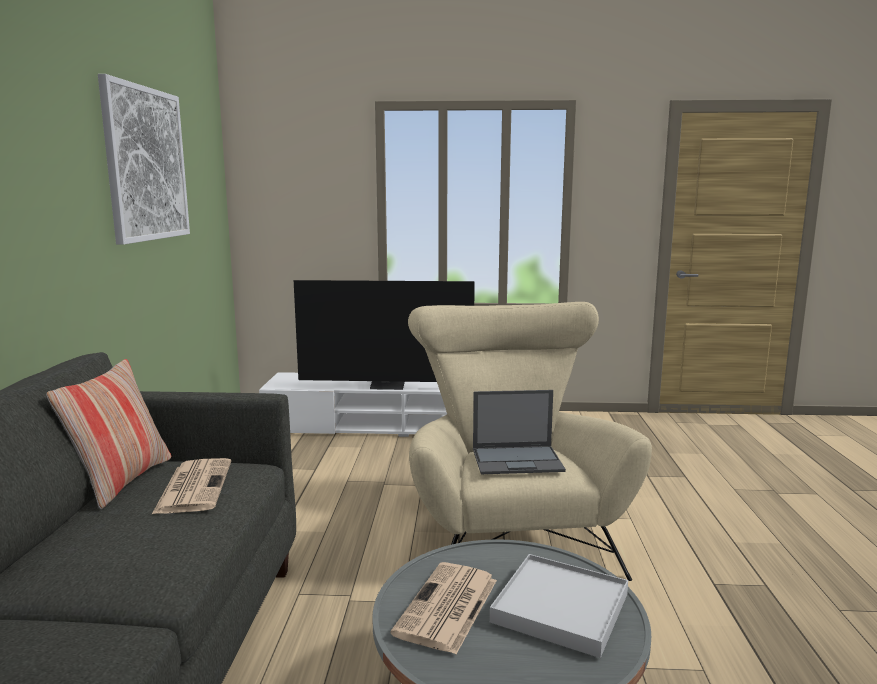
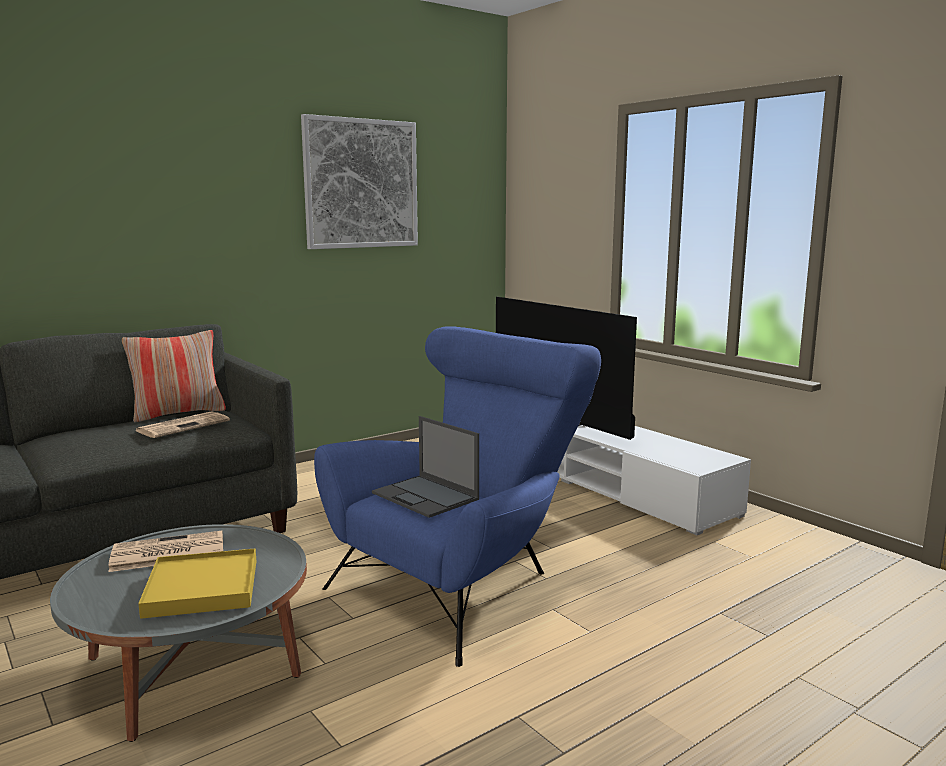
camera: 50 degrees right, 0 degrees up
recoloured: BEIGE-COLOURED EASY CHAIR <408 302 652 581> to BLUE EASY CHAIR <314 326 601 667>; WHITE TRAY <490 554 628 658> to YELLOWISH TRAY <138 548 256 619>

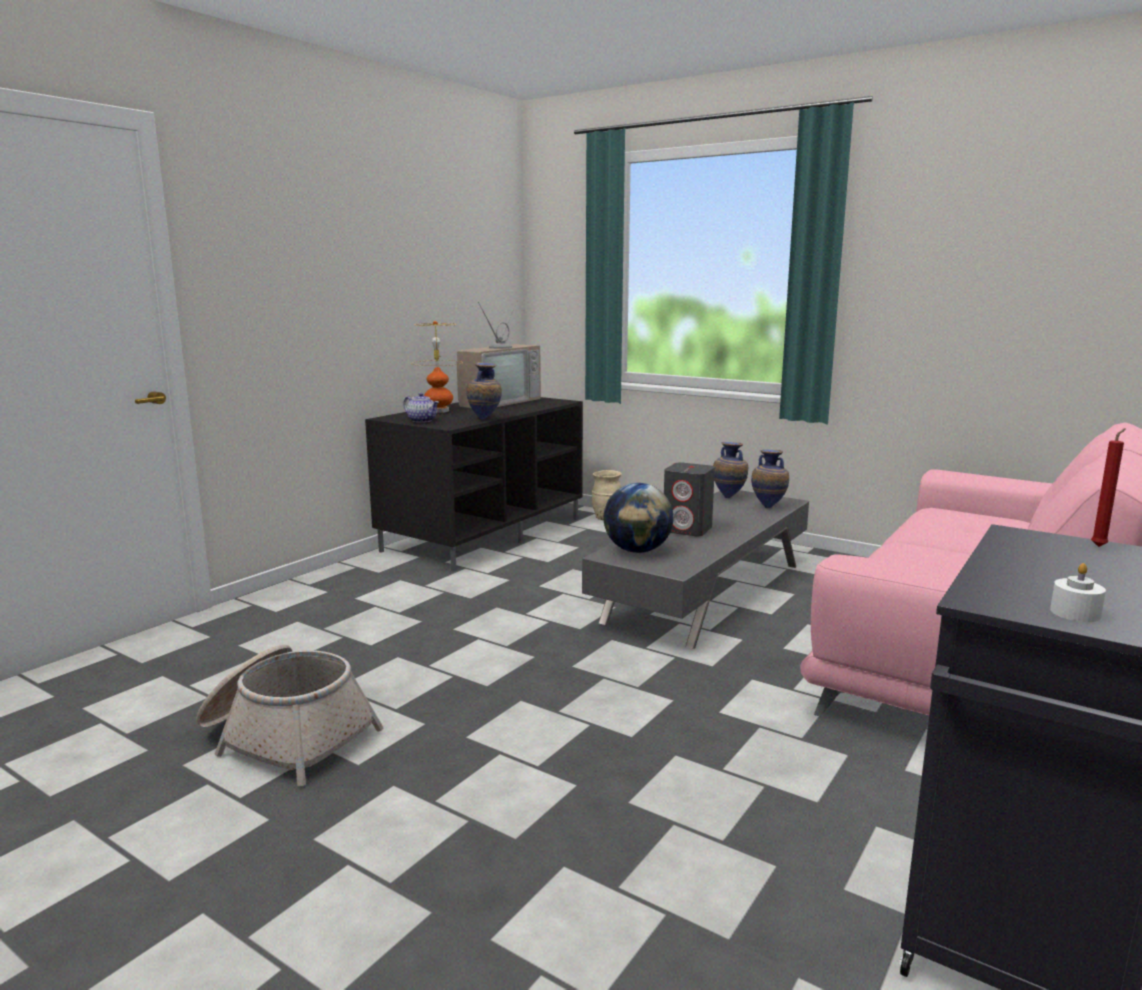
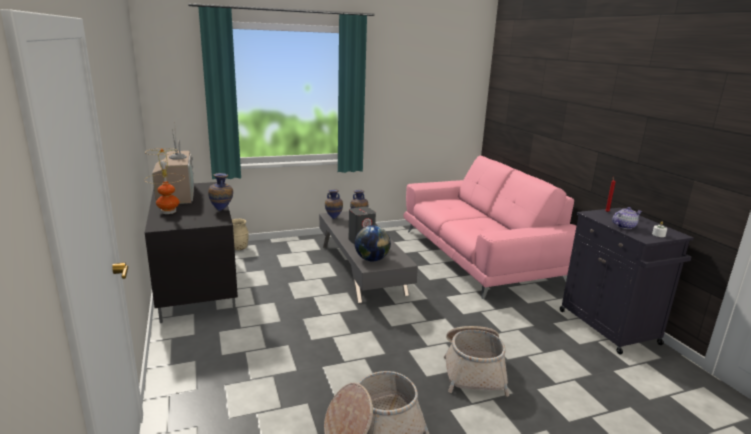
camera: 55 degrees left, 5 degrees up
added: STORAGE BASKET <444 326 509 397>
moved: TEA POT <403 393 439 423> to <612 207 642 229>

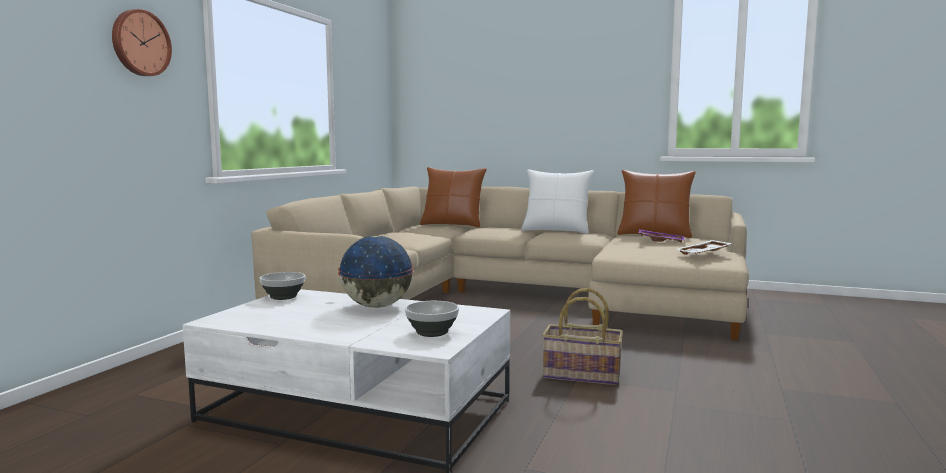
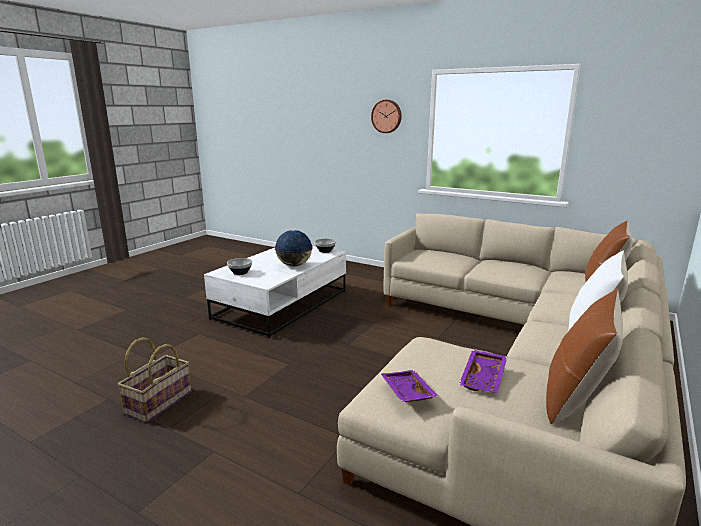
camera: 100 degrees right, 10 degrees up
moved: STORAGE BASKET <542 288 623 385> to <118 337 192 423>
recoloured: WHITE TRAY <677 240 733 255> to PURPLE-COLOURED TRAY <381 370 439 402>

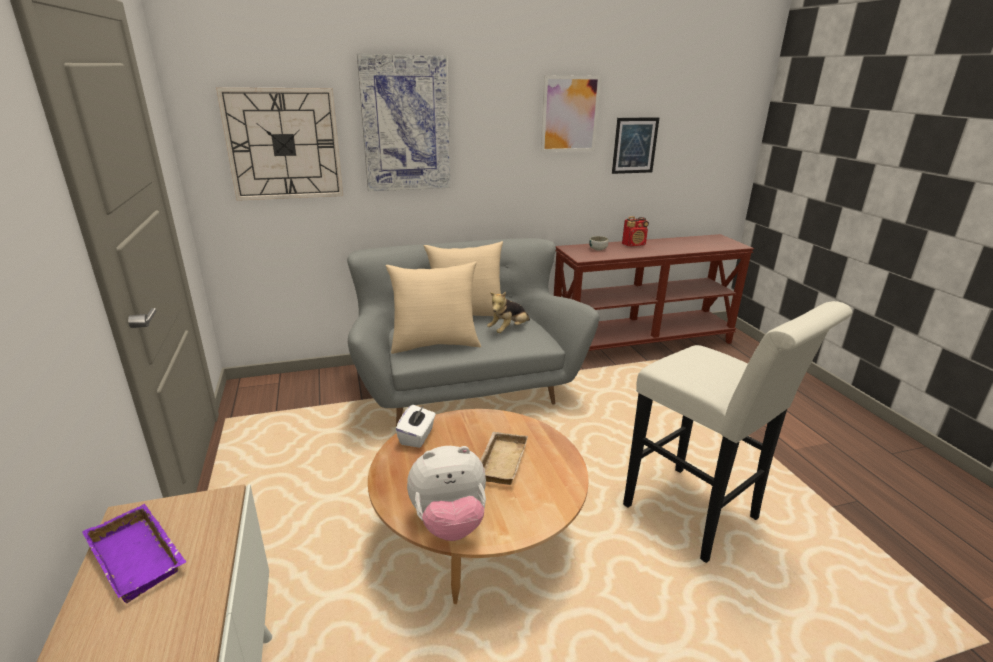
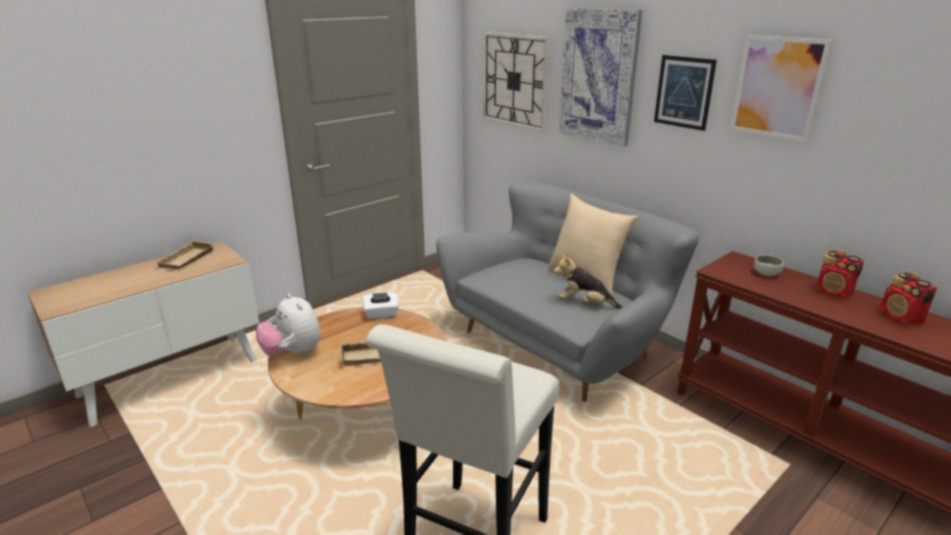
camera: 65 degrees right, 0 degrees up
removed: BEIGE-COLOURED PILLOW <385 261 481 354>
added: RADIO <880 272 937 325>
moved: WALL PICTURE <612 117 659 174> to <654 55 717 131>
recoloured: PURPLE-COLOURED TRAY <82 504 187 603> to BEIGE-COLOURED TRAY <155 240 215 269>

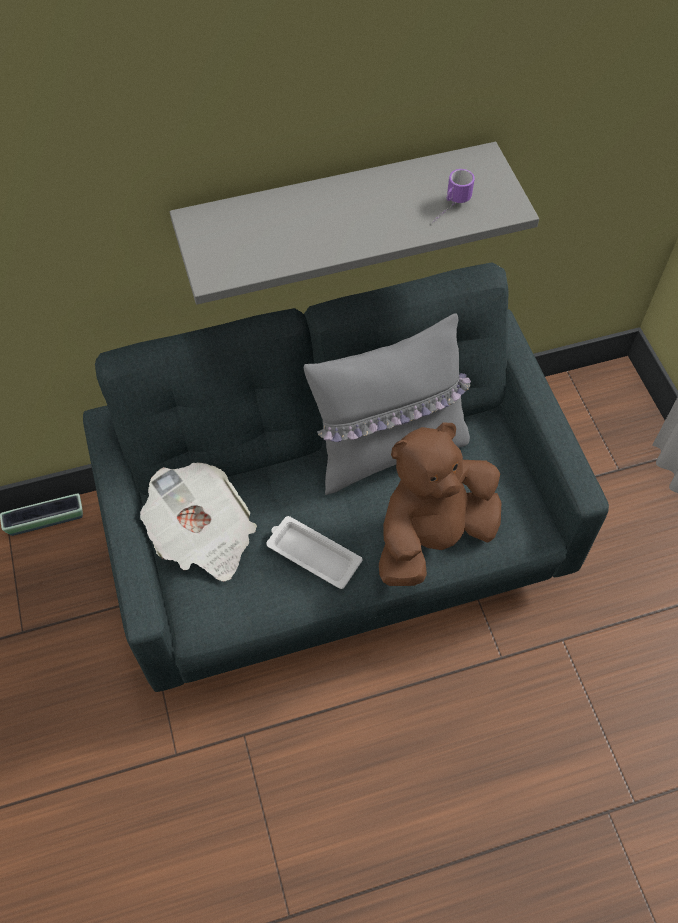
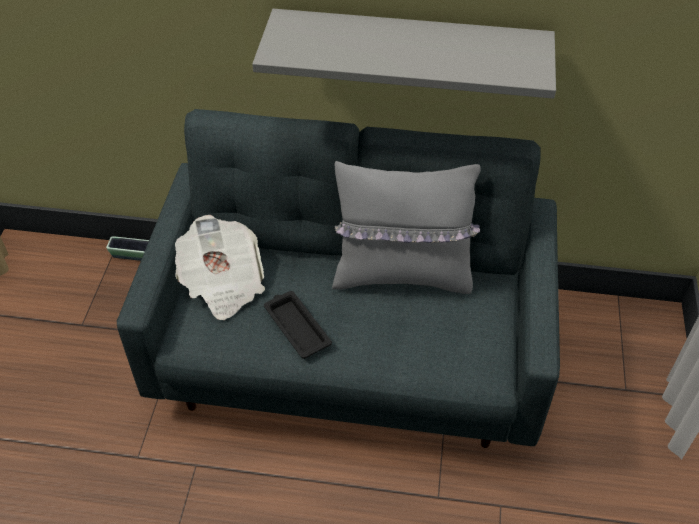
camera: 25 degrees right, 10 degrees down
removed: BROWN CUDDLY TOY <379 423 501 586>; TEA MUG <432 169 475 223>
recoloured: WHITE TRAY <266 516 362 589> to BLACKISH TRAY <264 291 332 359>

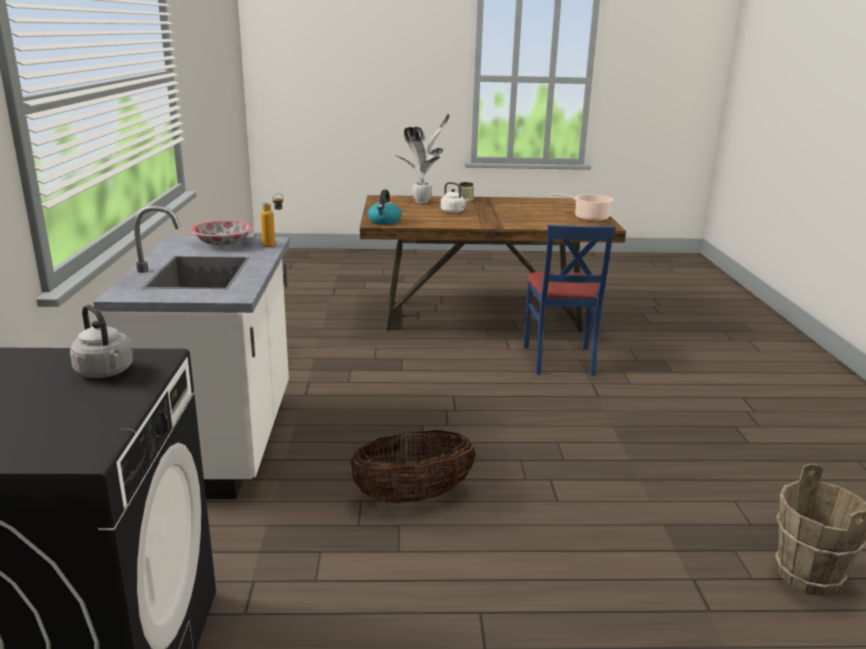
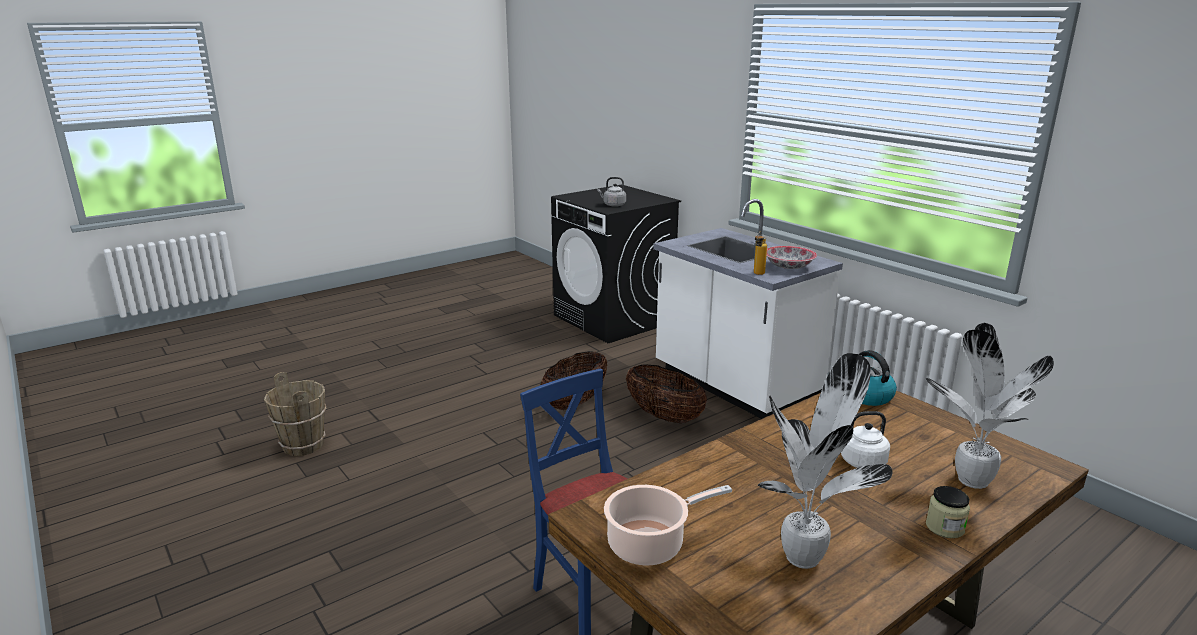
camera: 145 degrees right, 0 degrees up
added: STORAGE BASKET <626 364 707 423>; PLANT IN A POT <758 353 893 569>

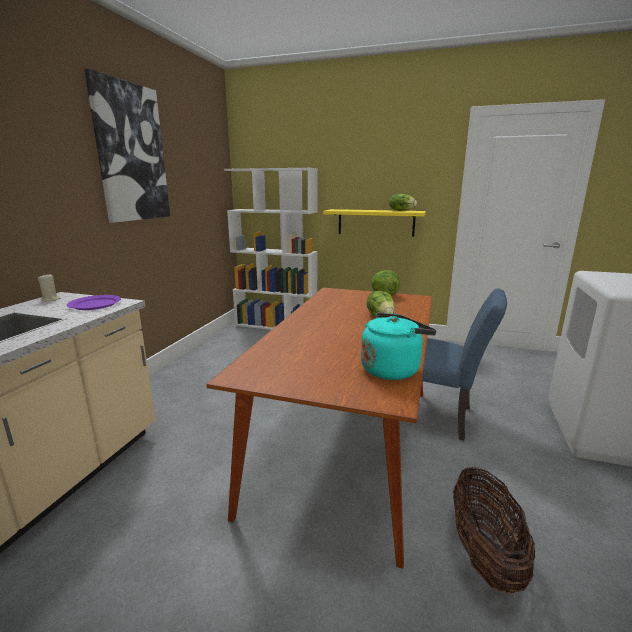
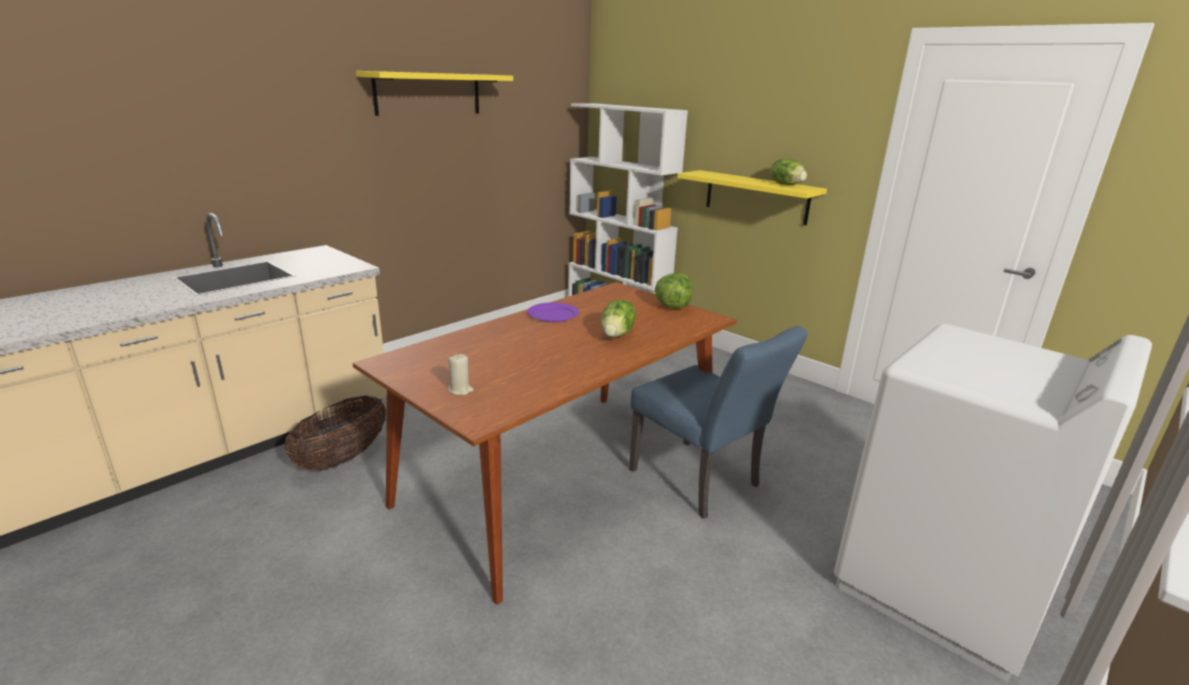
camera: 25 degrees right, 5 degrees up
removed: TURQUOISE TEA KETTLE <361 313 436 380>
moved: BEIGE-COLOURED CANDLE <37 275 61 301> to <448 354 474 395>; PURPLE-COLOURED DINNER PLATE <67 295 121 310> to <527 302 579 322>; STORAGE BASKET <453 467 535 594> to <285 395 386 471>
replaced: WALL PICTURE <84 69 170 223> to YELLOWISH SHELF <356 71 513 116>

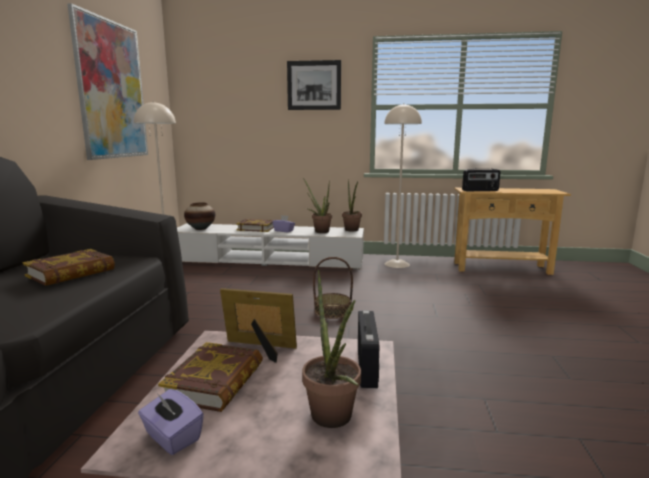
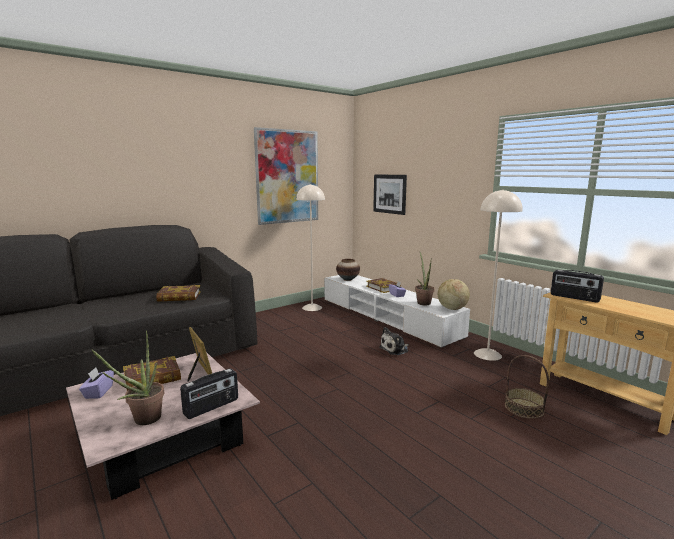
camera: 45 degrees right, 0 degrees up
added: CUDDLY TOY <379 327 409 355>
moved: WALL PICTURE <287 60 341 110> to <373 174 407 215>; STORAGE BASKET <313 257 353 319> to <505 355 549 419>
replaced: PLANT IN A POT <342 179 362 231> to DESK GLOBE <438 279 470 310>

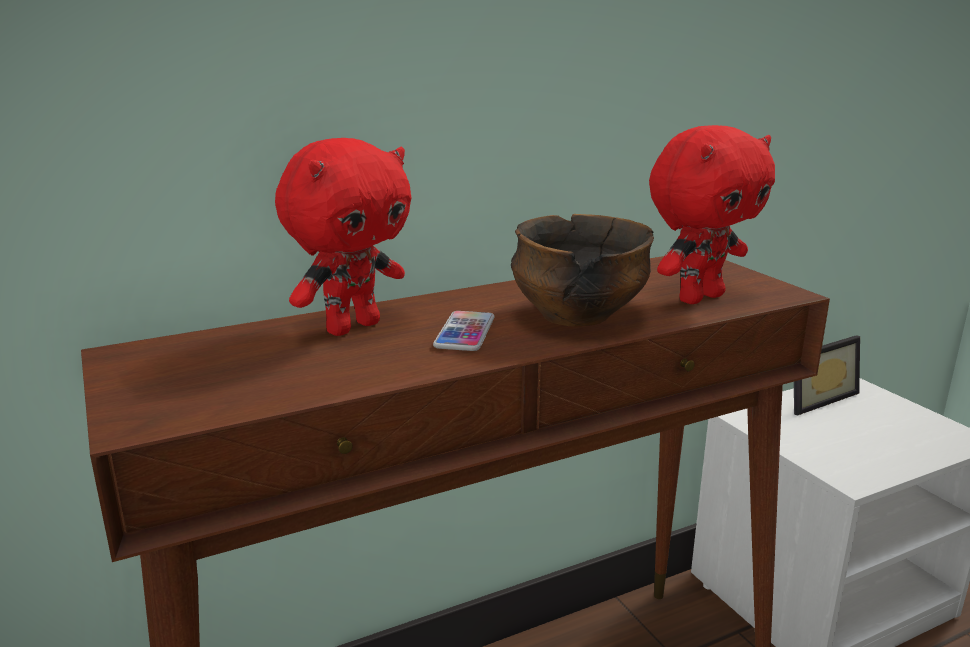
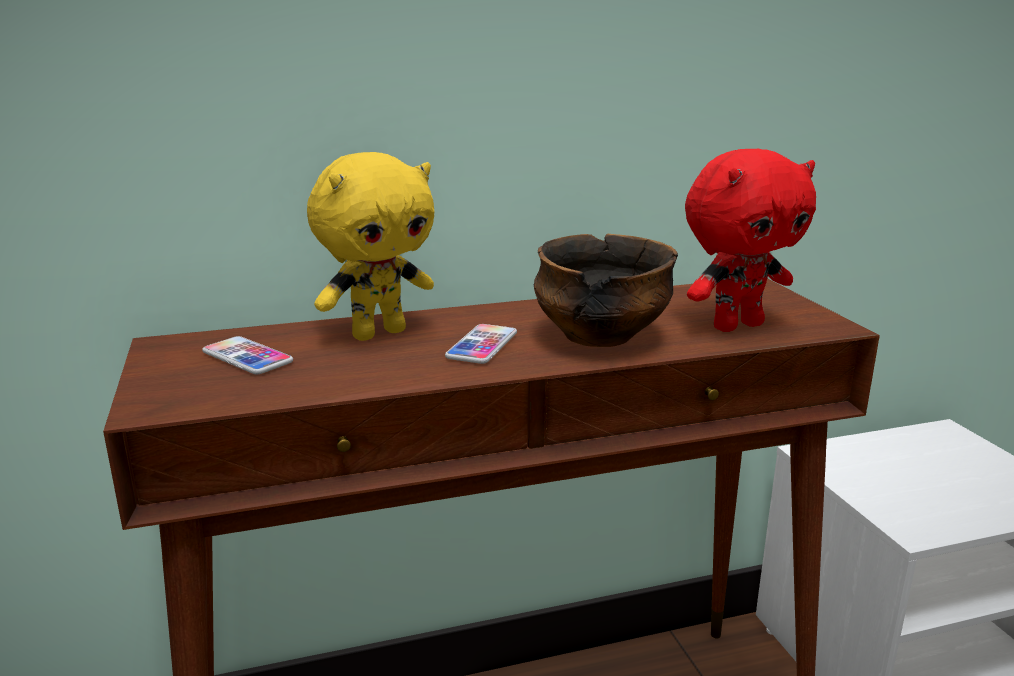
camera: 10 degrees right, 0 degrees up
removed: STANDING FRAME <794 335 860 415>
added: PHONE <202 336 293 375>
recoloured: RED-COLOURED CUDDLY TOY <275 138 411 336> to YELLOWISH CUDDLY TOY <307 152 434 341>

